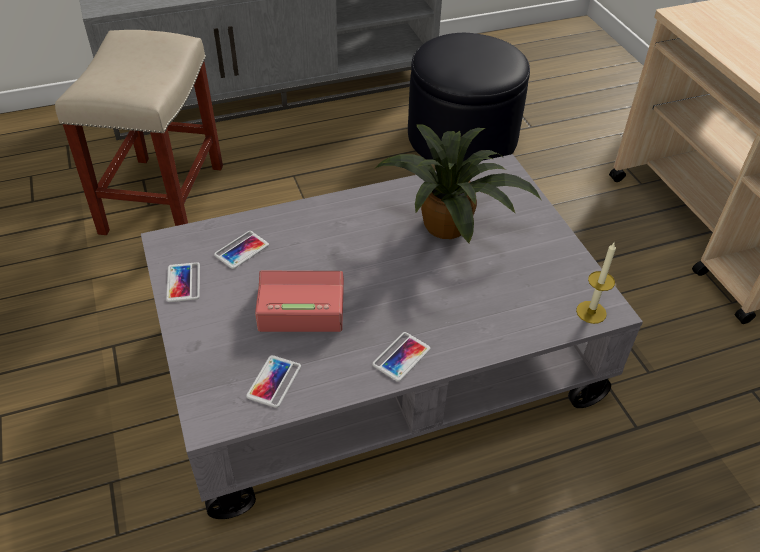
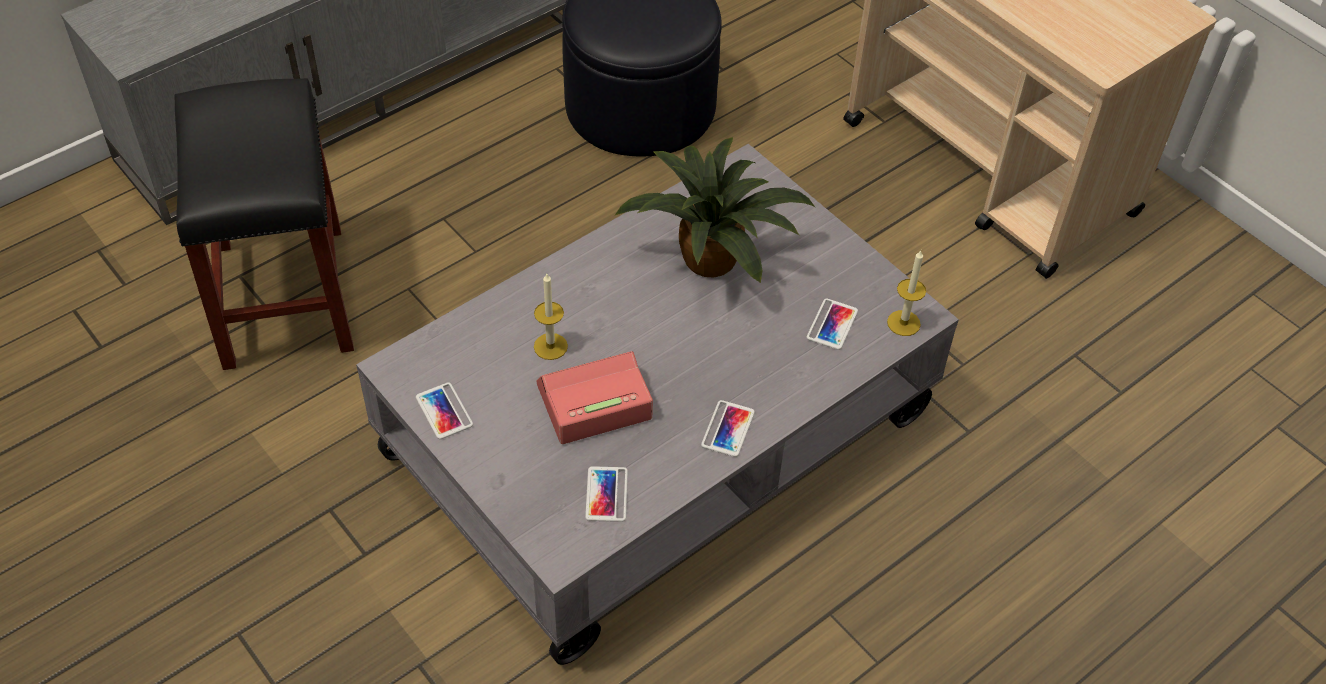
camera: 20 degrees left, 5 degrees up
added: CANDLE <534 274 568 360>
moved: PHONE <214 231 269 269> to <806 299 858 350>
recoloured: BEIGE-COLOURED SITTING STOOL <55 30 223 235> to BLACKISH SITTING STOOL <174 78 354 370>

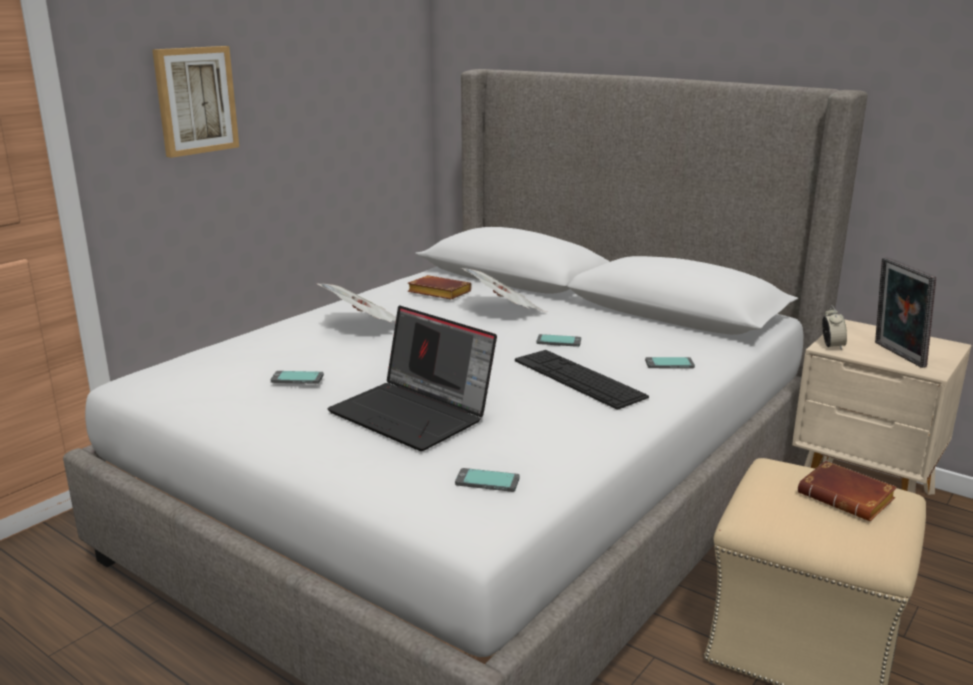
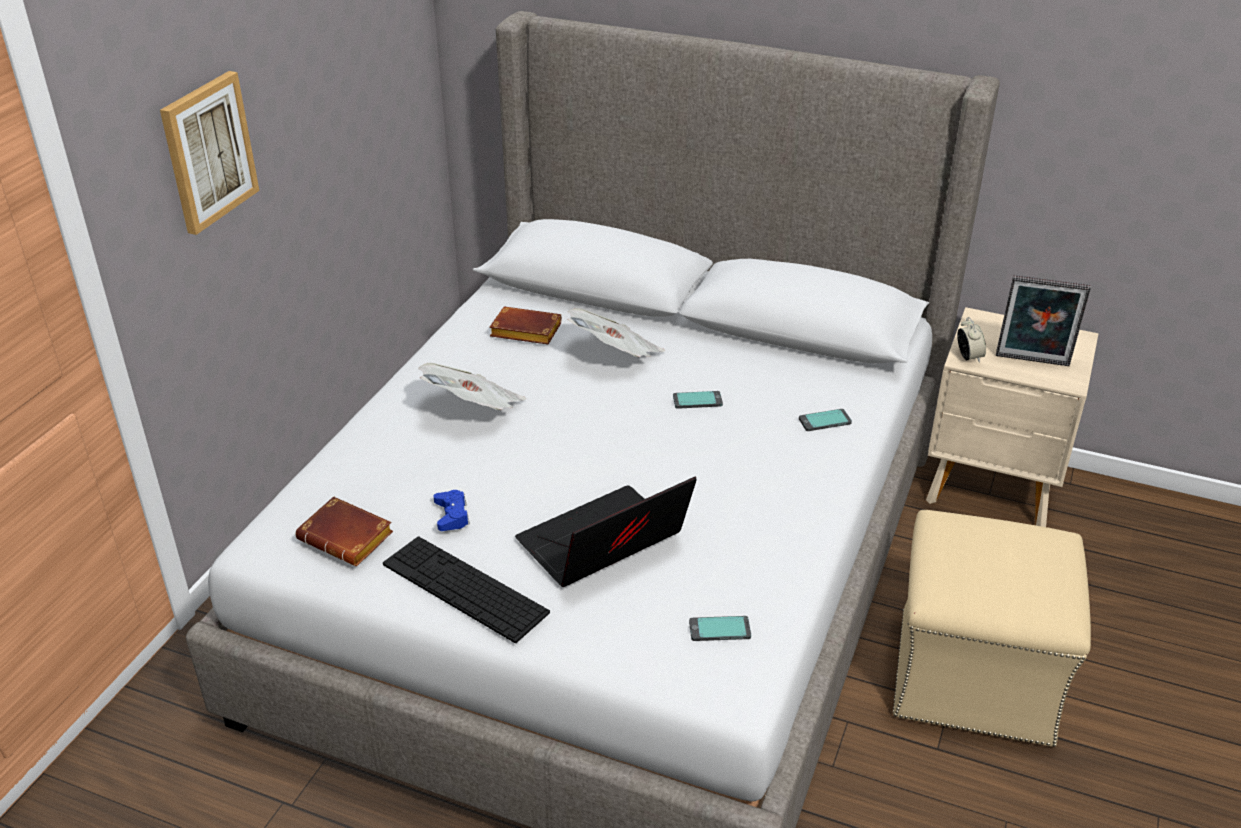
camera: 15 degrees left, 15 degrees up
moved: KEYBOARD <515 350 649 410> to <383 536 550 643>; BROWN BOOK <798 461 897 521> to <295 496 393 566>
replaced: PHONE <270 371 324 384> to BLUE GAME CONTROLLER <433 490 470 531>
turned: PORTABLE COMPUTER <327 305 497 451> = <515 476 697 587> 120 degrees clockwise; STANDING FRAME <875 257 936 368> = <996 275 1091 366> 45 degrees counterclockwise

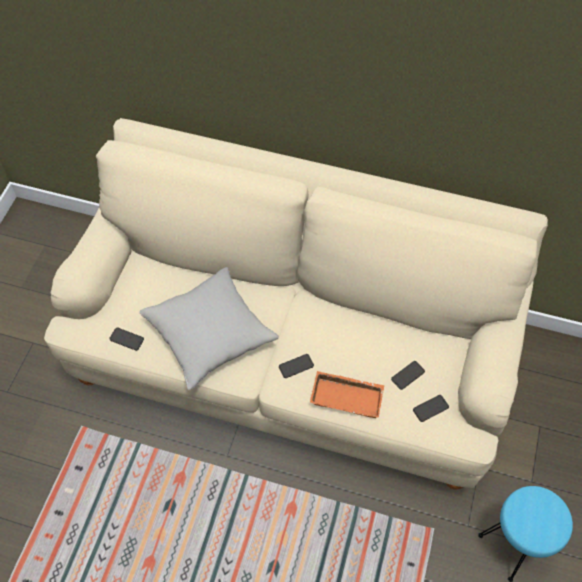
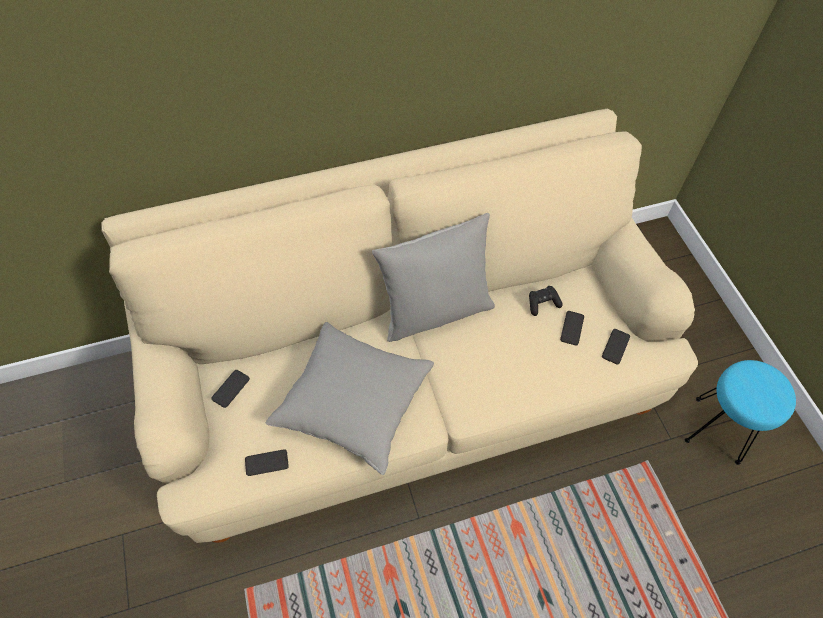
camera: 35 degrees left, 0 degrees up
removed: ORANGE-COLOURED TRAY <310 371 384 418>
added: GRAY PILLOW <372 213 495 342>; BLACKISH GAME CONTROLLER <529 286 563 316>
moved: PHONE <279 354 314 378> to <211 370 250 408>

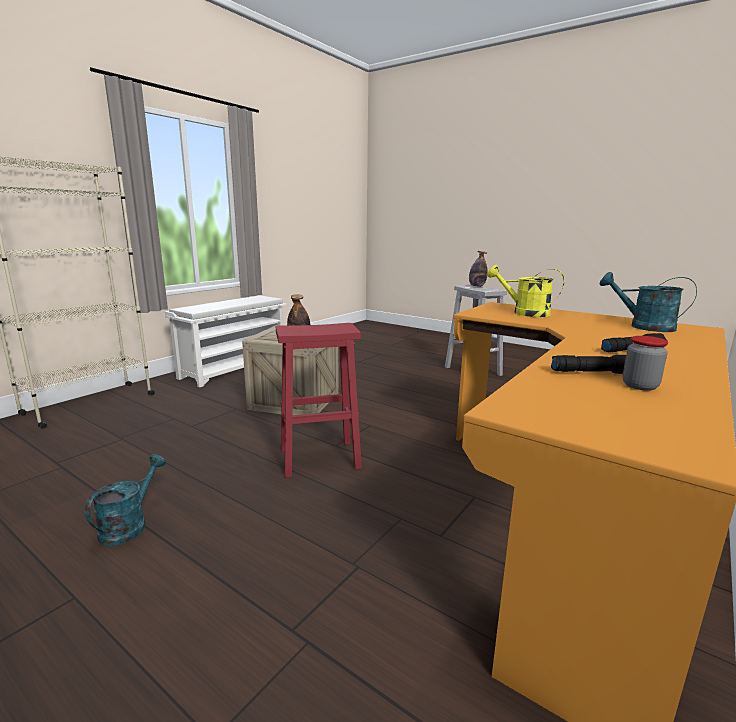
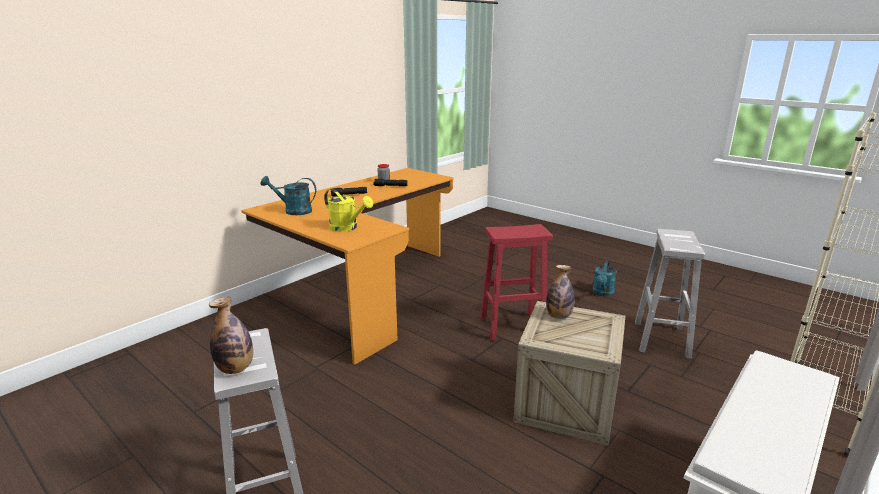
camera: 175 degrees left, 5 degrees up
added: WHITE SITTING STOOL <635 229 705 359>
turned: TURQUOISE SPRINKLING CAN <600 272 697 332> = <261 176 316 215> 150 degrees clockwise

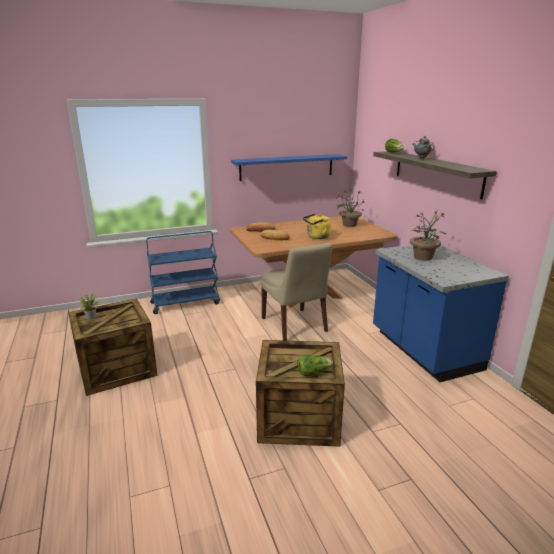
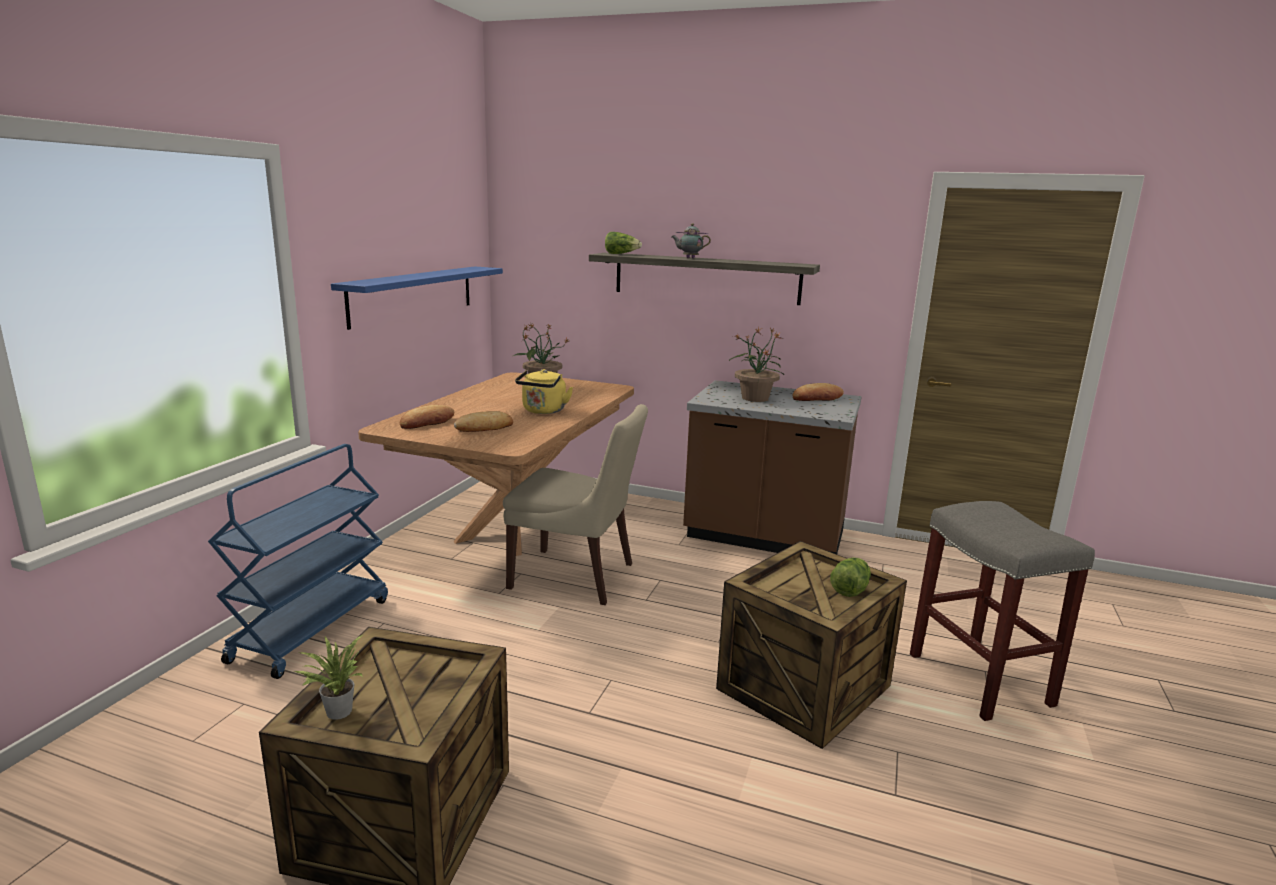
camera: 50 degrees left, 5 degrees down
added: BAKERY BREAD <793 383 844 401>; GRAY SITTING STOOL <910 501 1095 721>
recoloured: BLUE KITCHEN BASE UNIT <373 245 509 382> to BROWN KITCHEN BASE UNIT <683 380 861 554>

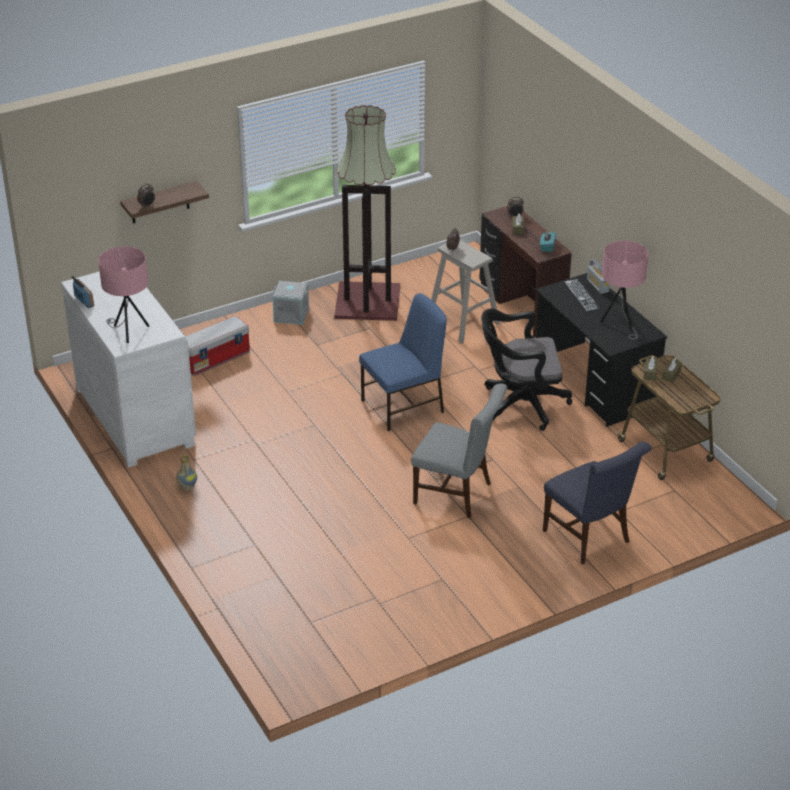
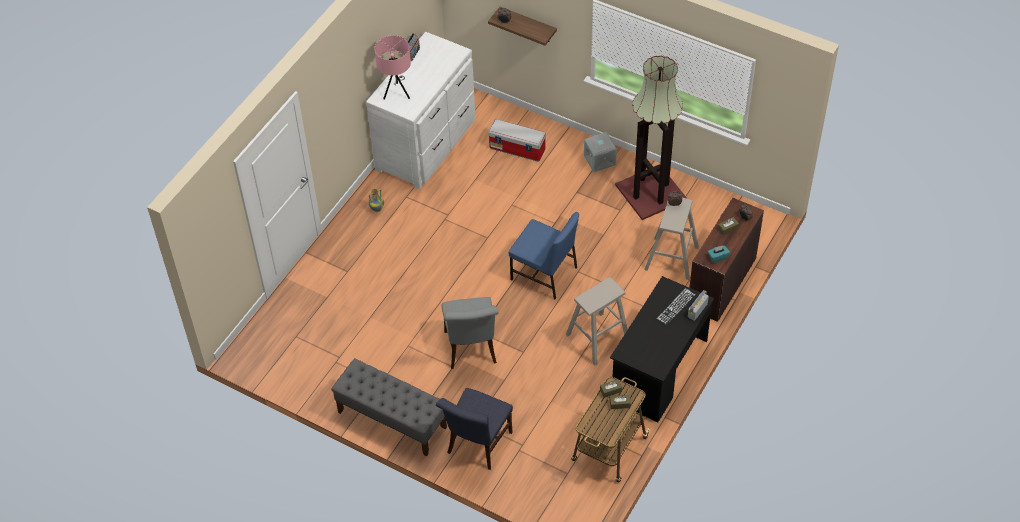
camera: 60 degrees right, 15 degrees up
removed: PINK TABLETOP LAMP <600 241 649 339>
added: GRAY INDOOR BENCH <331 358 447 456>
replaced: BLACKISH DESK CHAIR <481 308 572 431> to BEIGE-COLOURED SITTING STOOL <566 277 628 365>

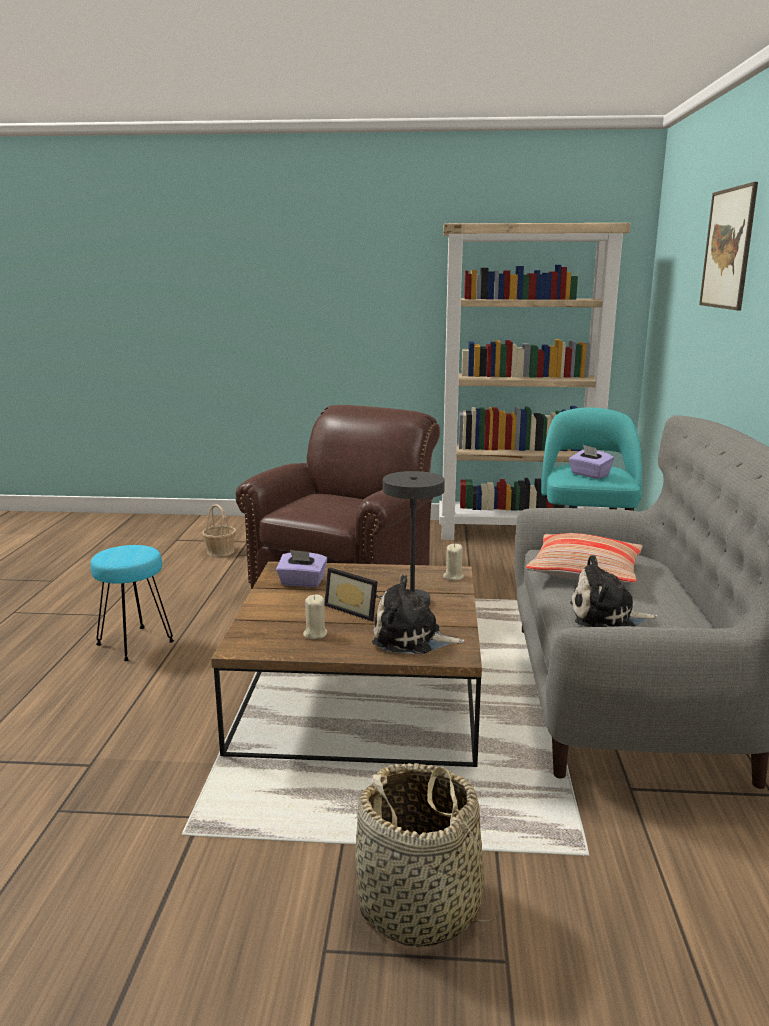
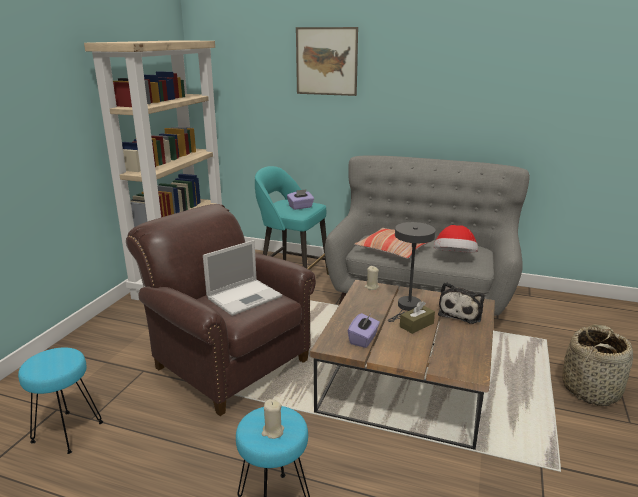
camera: 75 degrees left, 5 degrees up
added: PORTABLE COMPUTER <203 240 282 316>
moved: BEIGE-COLOURED CANDLE <303 595 327 639> to <262 399 284 439>
replaced: STORAGE BASKET <202 504 236 557> to TURQUOISE SITTING STOOL <18 348 103 454>; STANDING FRAME <324 567 378 621> to BROWN TISSUE HOLDER <400 301 435 334>; CUDDLY TOY <570 555 658 627> to CLOTHING HAT <434 225 478 252>

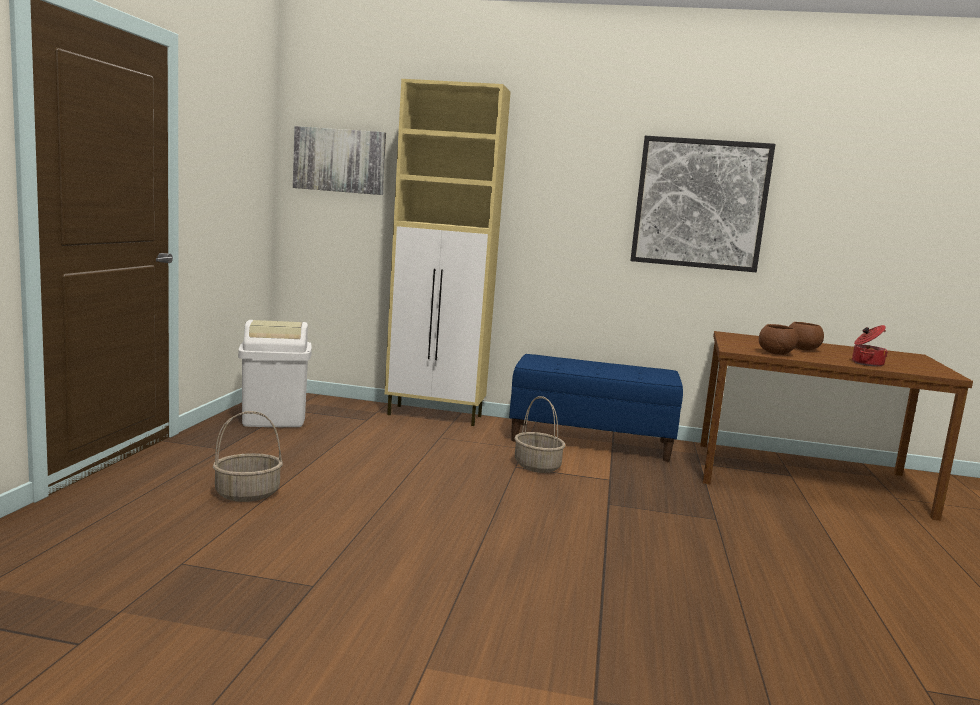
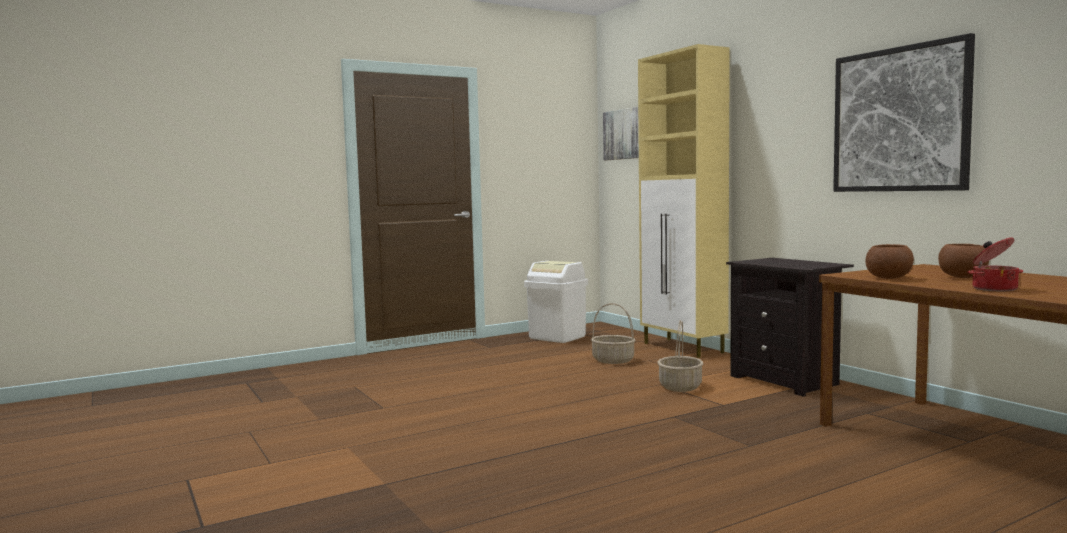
camera: 50 degrees right, 5 degrees down
moved: STORAGE BASKET <213 411 283 502> to <591 303 635 364>
replaced: BLUE INDOOR BENCH <509 354 683 462> to BLACKISH BEDSIDE TABLE <726 258 854 397>

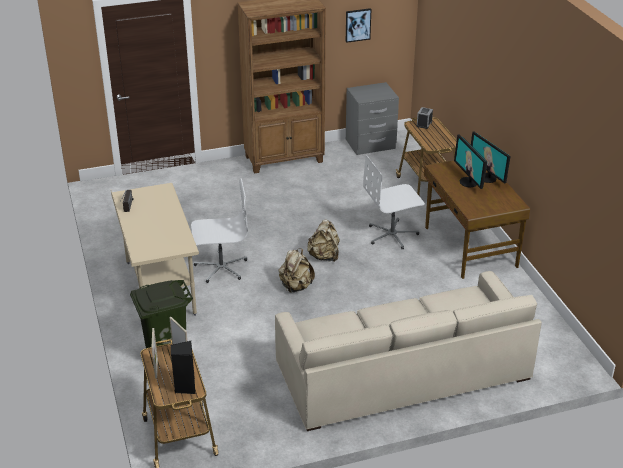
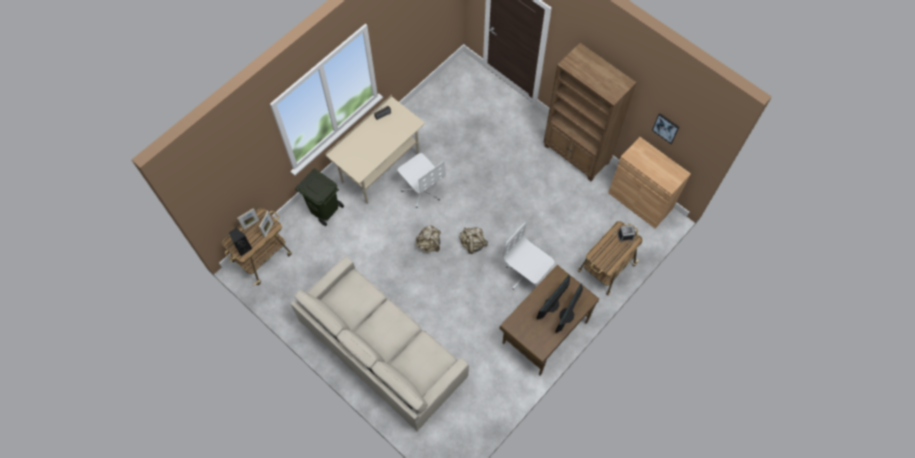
camera: 60 degrees right, 30 degrees up
replaced: GRAY BEDSIDE TABLE <346 82 399 155> to BROWN STORAGE CABINET <608 137 691 228>

